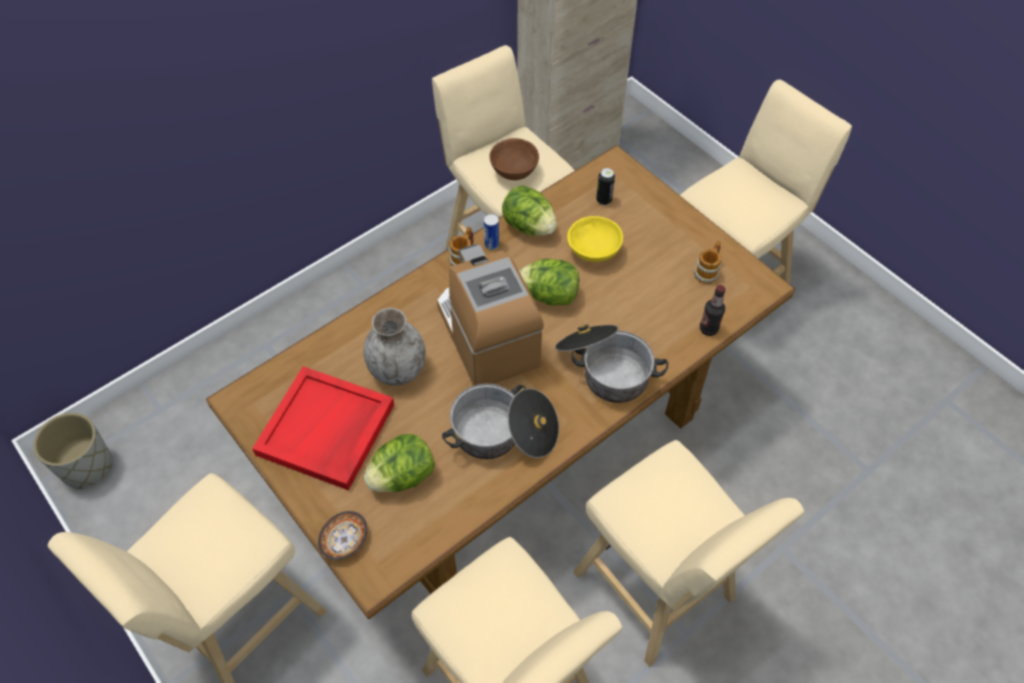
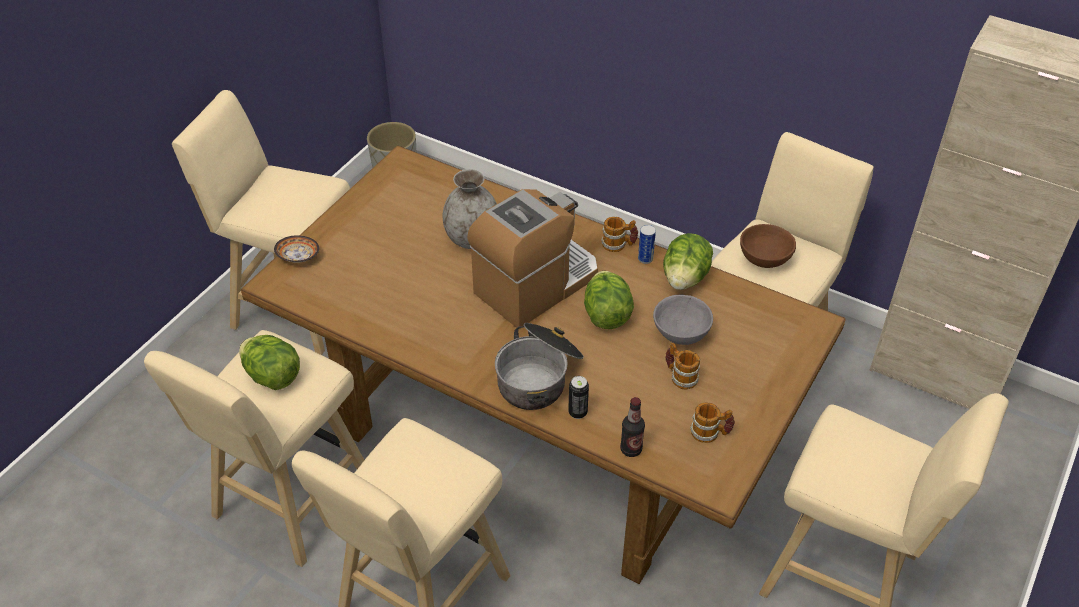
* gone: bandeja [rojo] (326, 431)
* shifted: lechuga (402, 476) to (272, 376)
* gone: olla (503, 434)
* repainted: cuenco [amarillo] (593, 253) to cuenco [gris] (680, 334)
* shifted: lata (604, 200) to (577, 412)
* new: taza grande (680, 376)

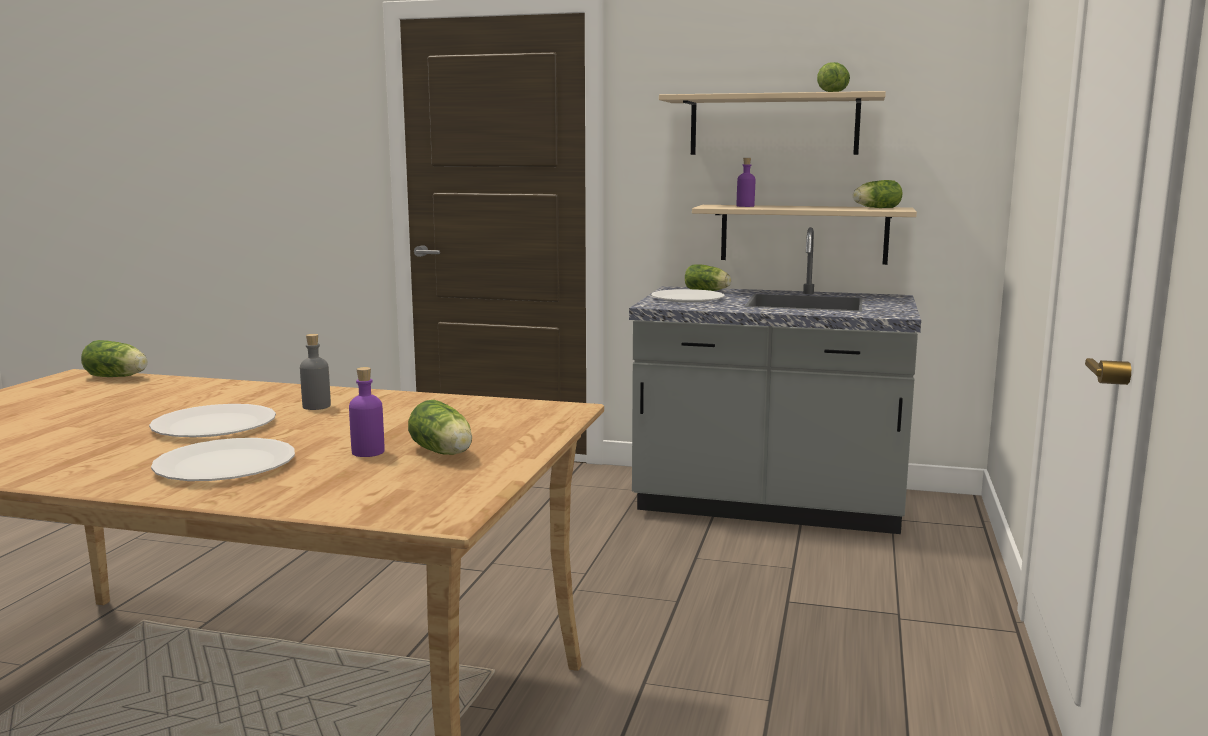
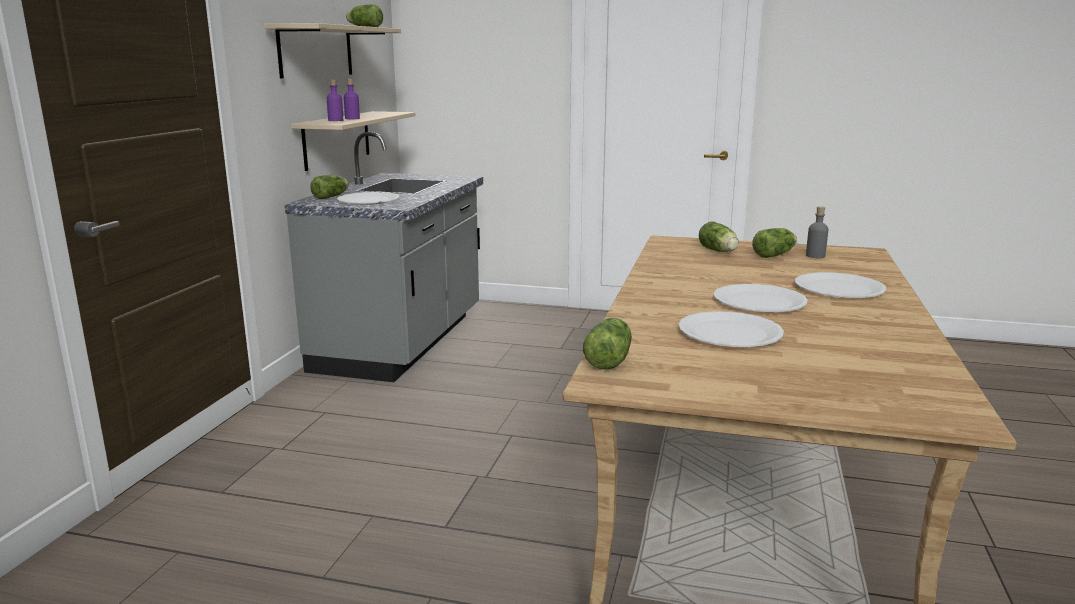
* shifted: botella [gris] (316, 406) to (815, 256)
* shifted: botella [morado] (368, 452) to (352, 118)
* shifted: lechuga (875, 208) to (719, 251)
* new: plato [blanco] (730, 332)

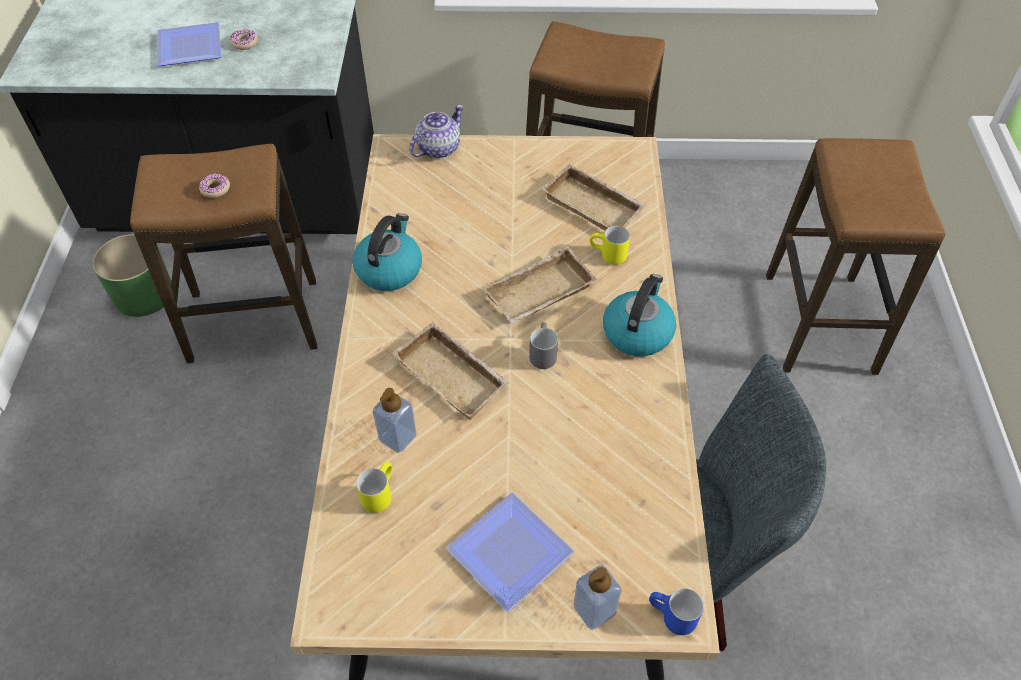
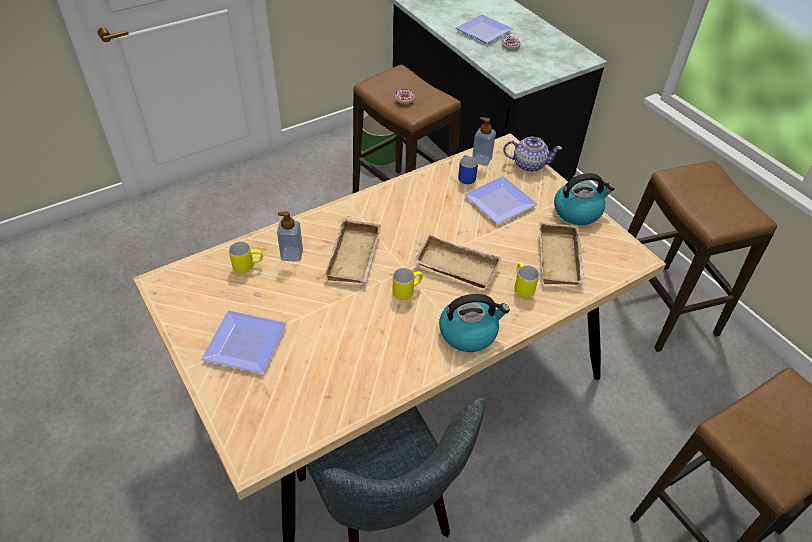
* shifted: hervidor (389, 269) to (578, 211)
* repainted: taza grande [gris] (541, 354) to taza grande [amarillo] (406, 290)
* shifted: dispensador de jabón (594, 610) to (481, 160)
* shifted: taza grande [azul] (671, 619) to (464, 177)
* new: plato (502, 202)

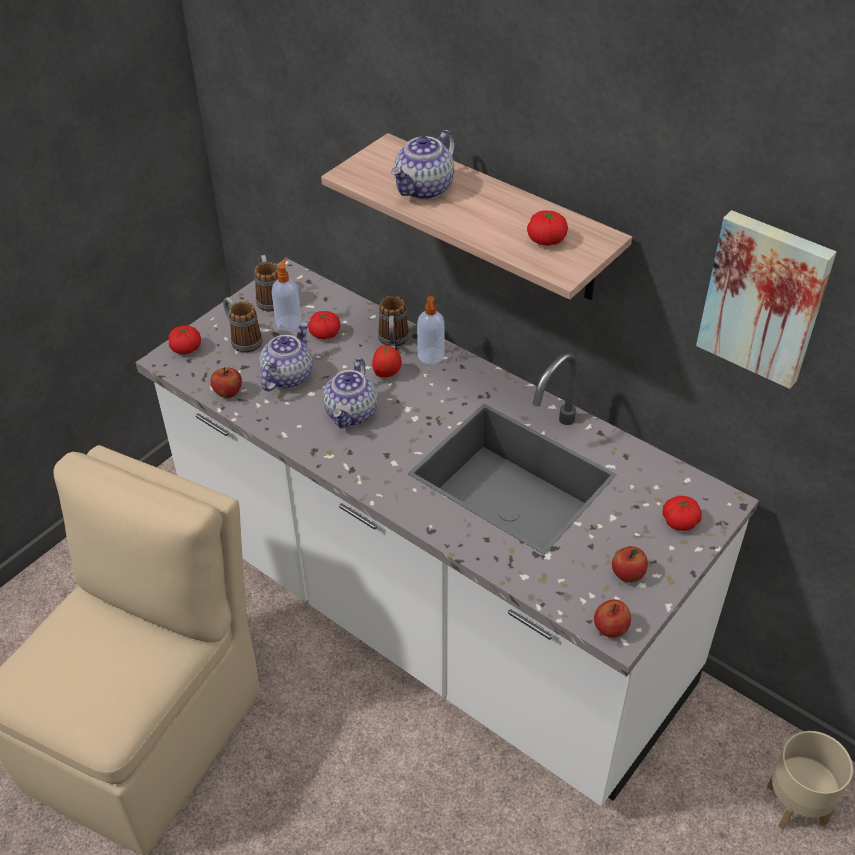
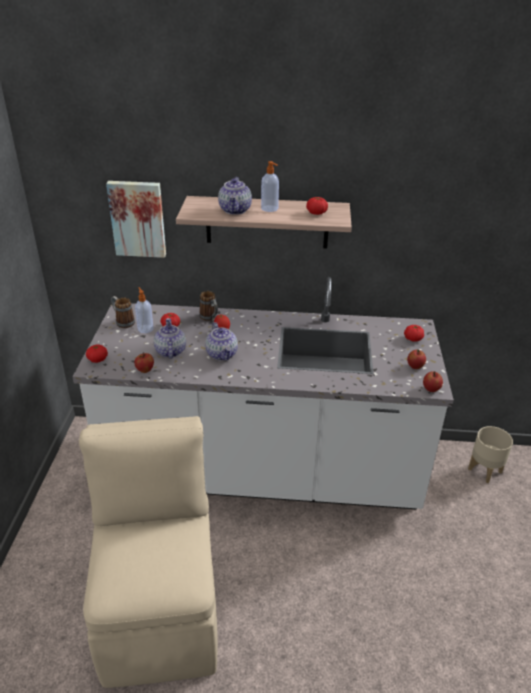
* gone: taza grande (242, 339)
* shifted: dispensador de jabón (431, 357) to (270, 209)
* shifted: cuadro (765, 297) to (138, 218)

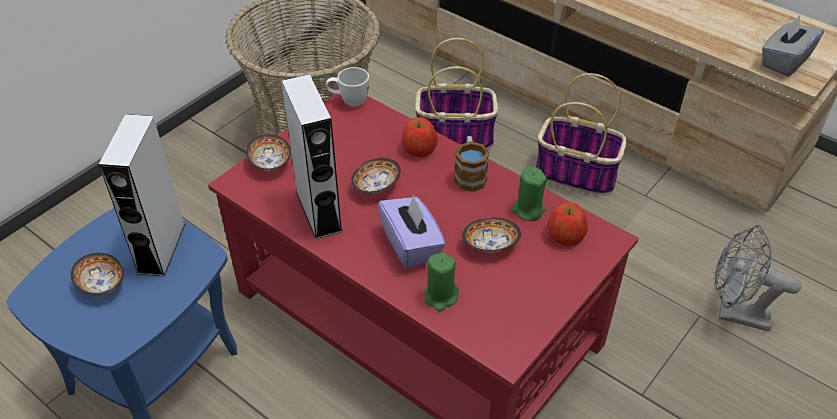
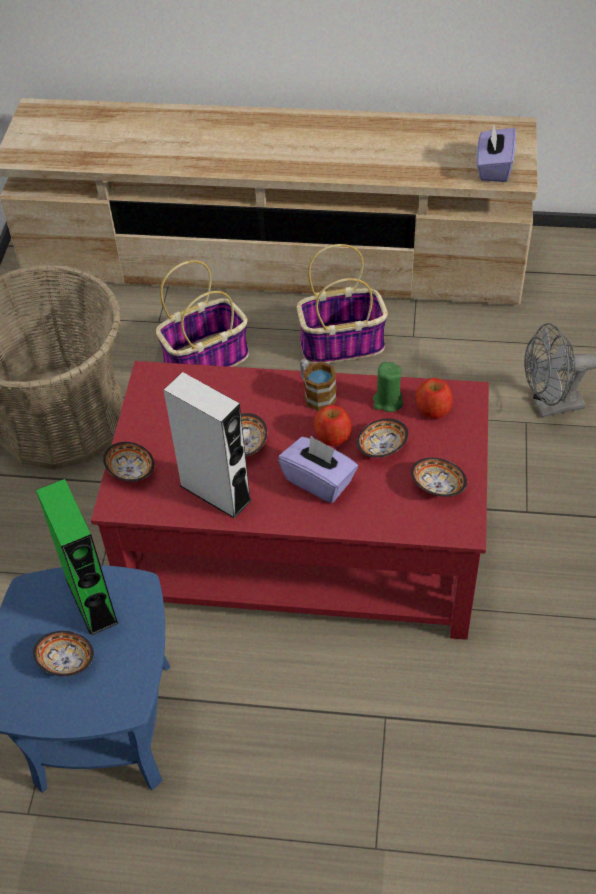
* repainted: altavoz [gris] (161, 248) to altavoz [verde] (91, 601)
* gone: taza grande [blanco] (348, 101)
* shifted: manzana (419, 148) to (333, 435)
* gone: vela [verde] (440, 296)
* repainted: caja de pañuelos [gris] (784, 61) to caja de pañuelos [morado] (493, 168)
* new: cuenco (438, 486)

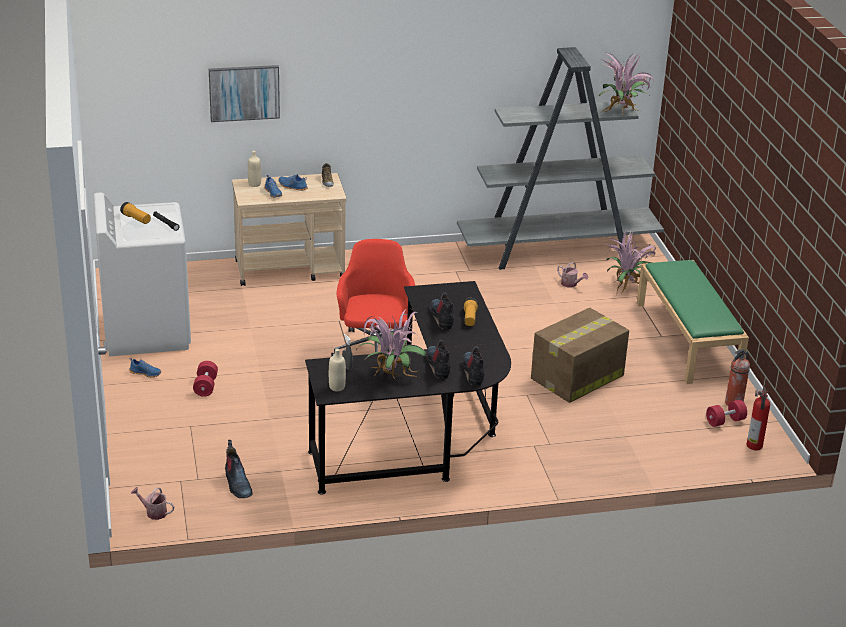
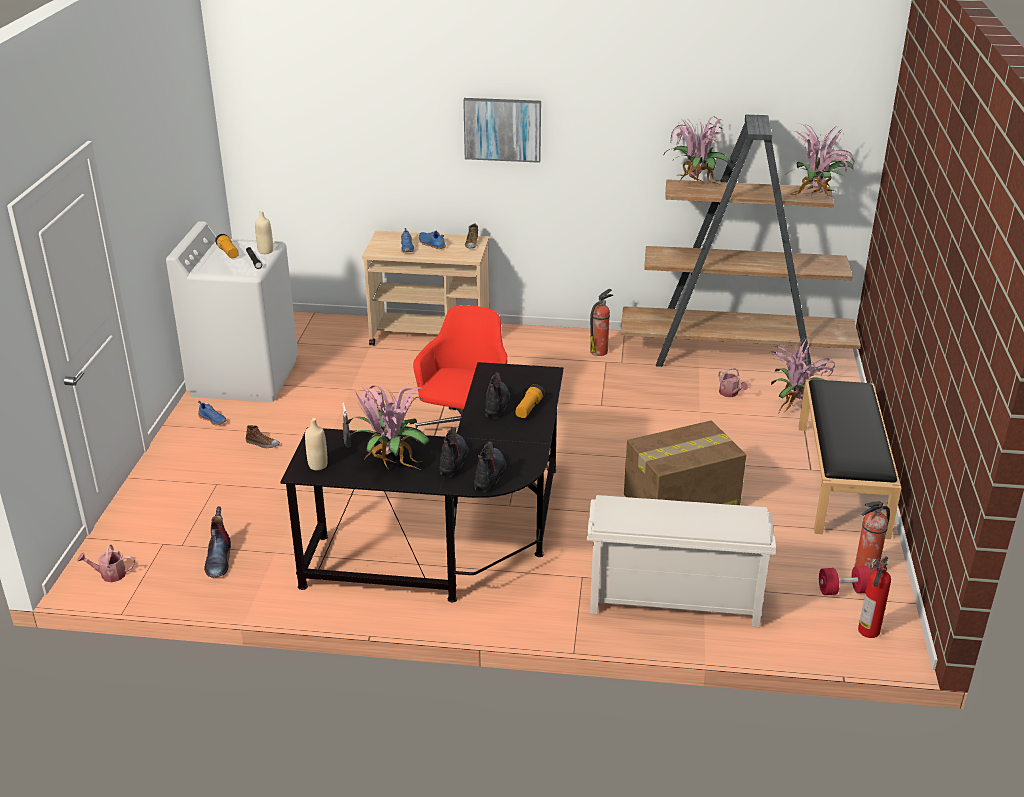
* rotated: regadera (153, 512) = (109, 574) 45 degrees counterclockwise
* swapped: mancuerna [rojo] (205, 386) to zapato (262, 444)
* shifted: cuadro (244, 92) to (502, 129)
* shifted: botella [beis] (254, 184) to (265, 251)
* repainted: estantería [gris] (558, 250) to estantería [marrón] (735, 354)
* repainted: banco [verde] (688, 340) to banco [negro] (842, 479)
* new: zapatero [blanco] (672, 602)
* new: extintor (599, 351)
* new: planta en maceta (693, 183)

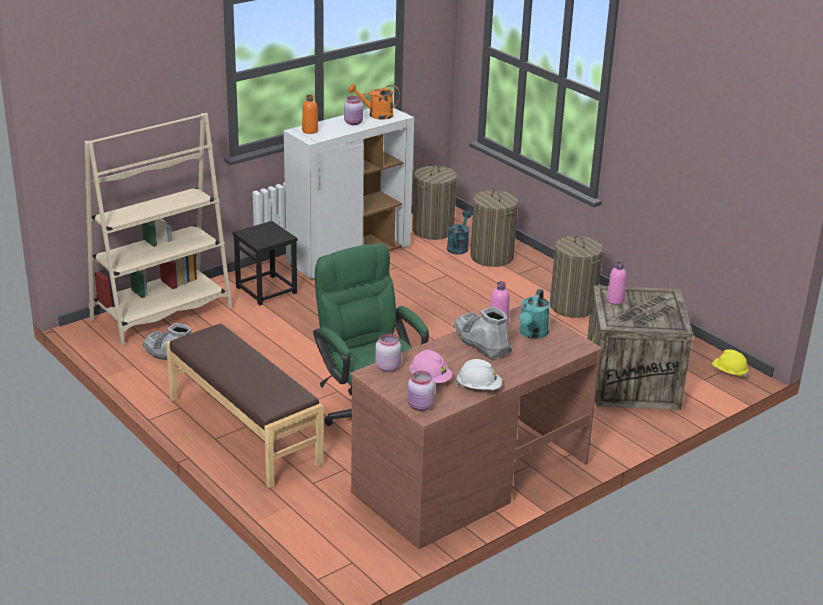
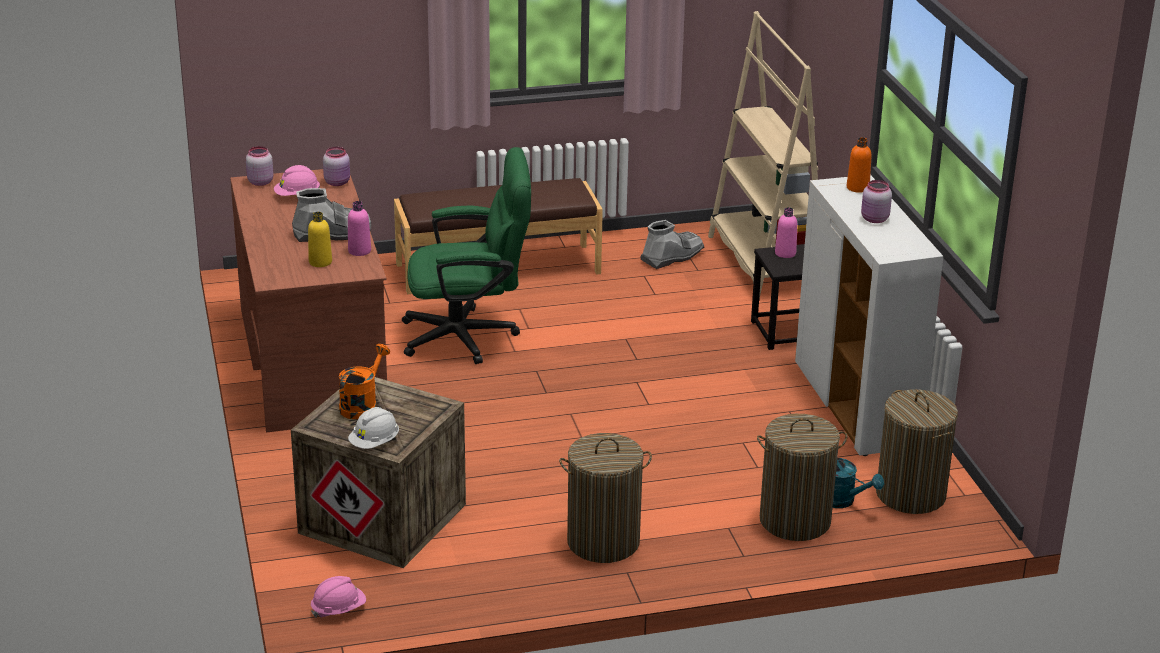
* shifted: regadera [naranja] (376, 115) to (362, 405)
* shifted: casco [blanco] (478, 387) to (374, 443)
* swapped: regadera [turquesa] (532, 334) to botella [amarillo] (320, 262)
* shifted: botella [rosa] (615, 300) to (785, 253)
* repainted: casco [amarillo] (729, 372) to casco [rosa] (338, 609)

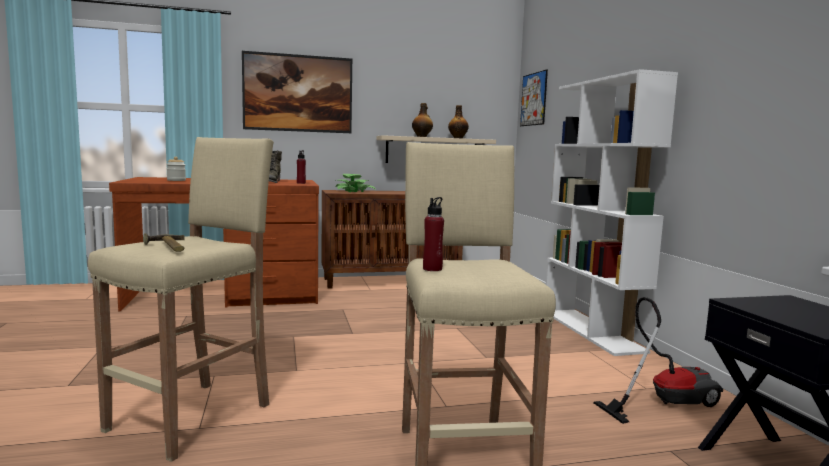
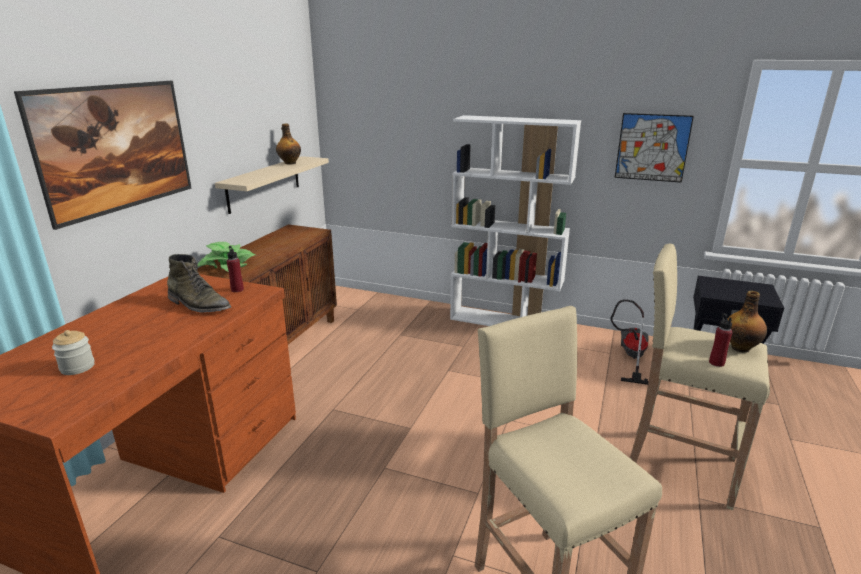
* gone: martillo (168, 248)
* shifted: botella (422, 137) to (740, 347)
* shifted: cuadro (533, 99) to (652, 147)

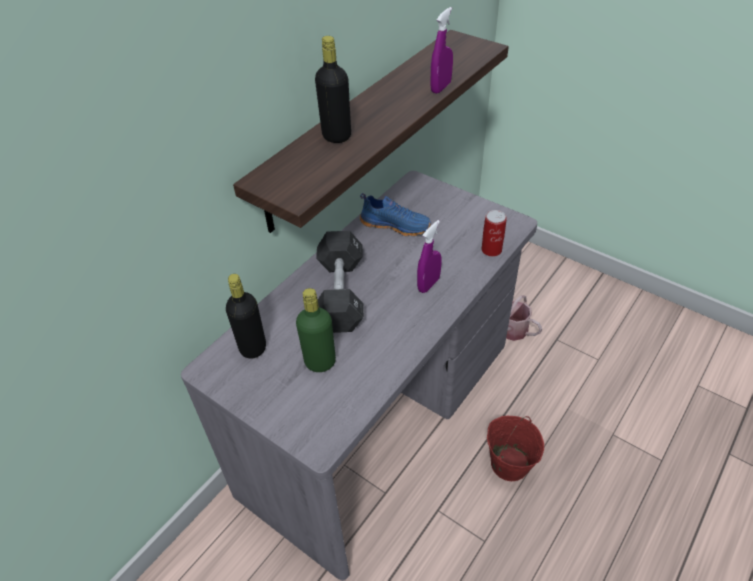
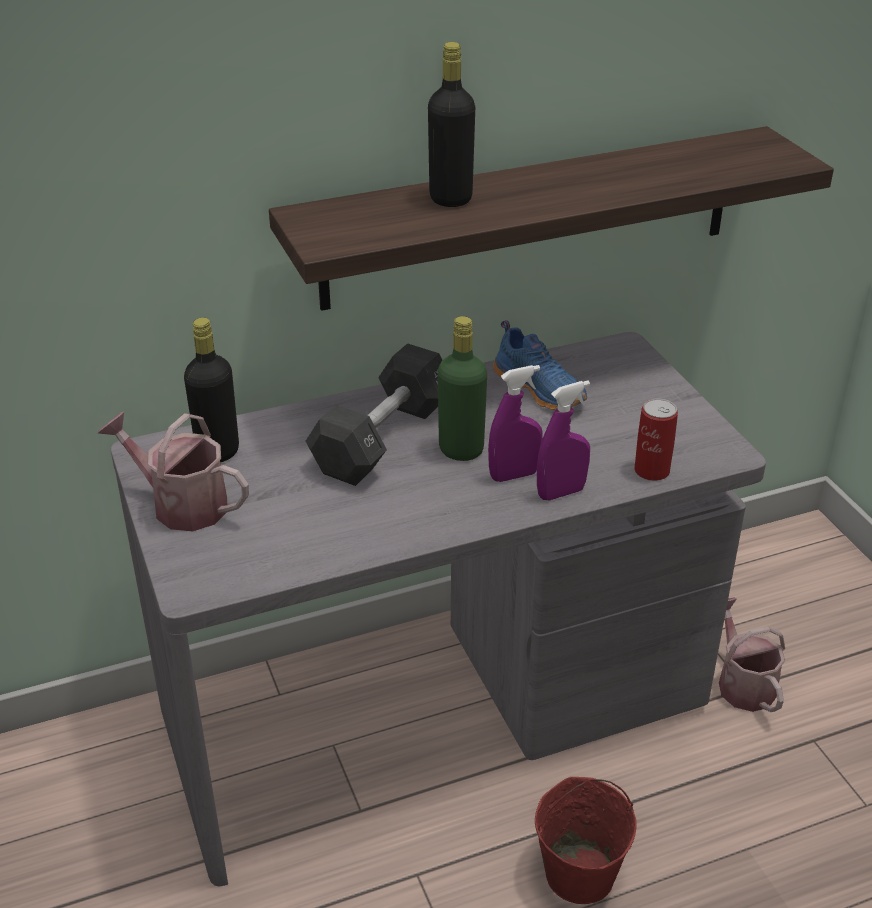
* shifted: botella [verde] (320, 362) to (461, 450)
* shifted: pulverizador [morado] (440, 87) to (561, 493)
* new: regadera (181, 504)

